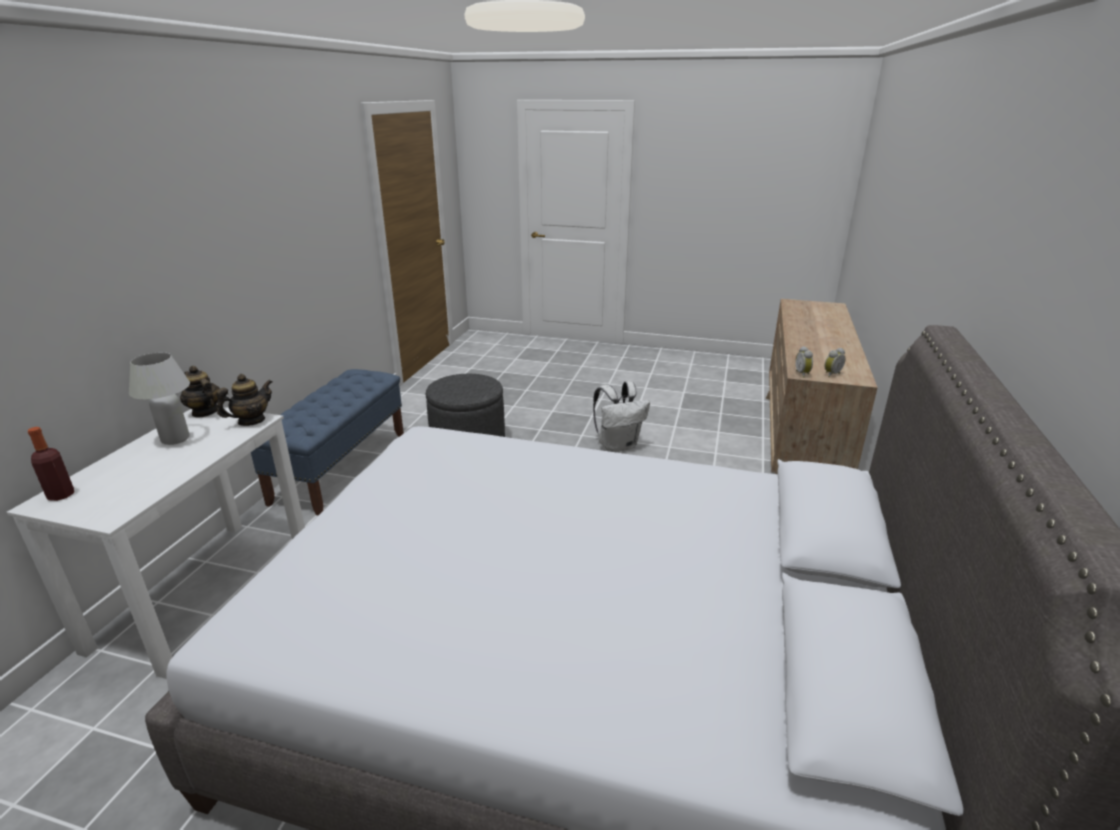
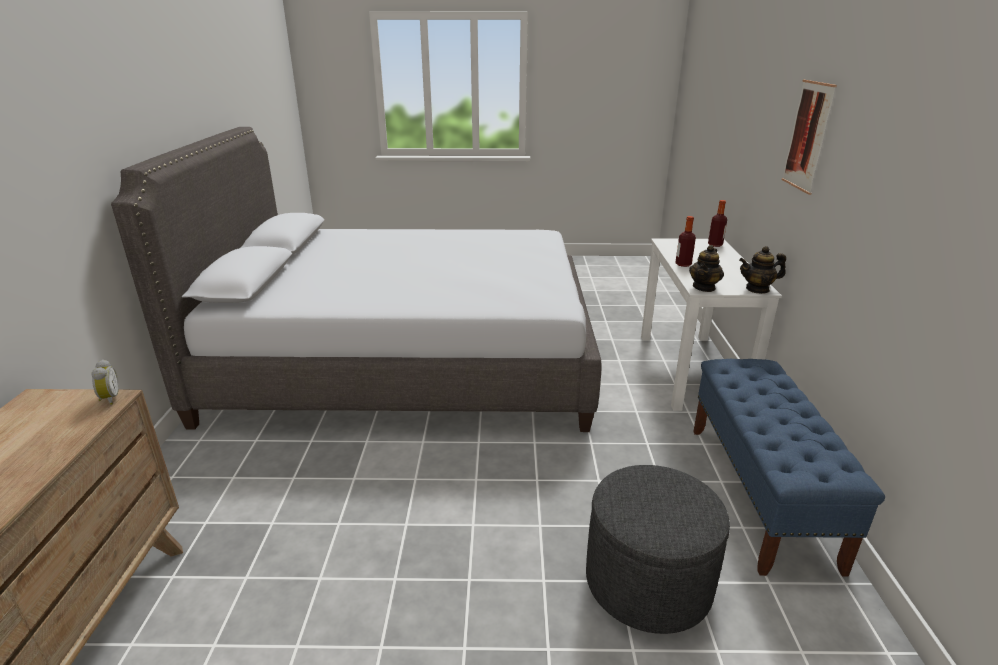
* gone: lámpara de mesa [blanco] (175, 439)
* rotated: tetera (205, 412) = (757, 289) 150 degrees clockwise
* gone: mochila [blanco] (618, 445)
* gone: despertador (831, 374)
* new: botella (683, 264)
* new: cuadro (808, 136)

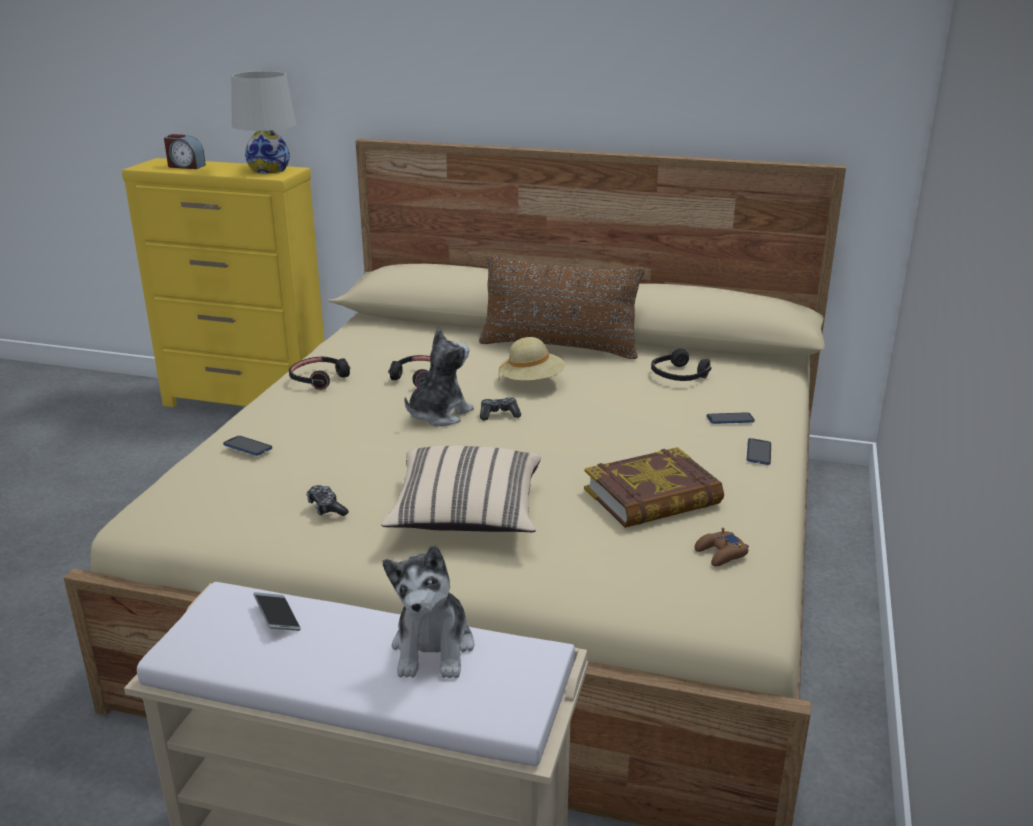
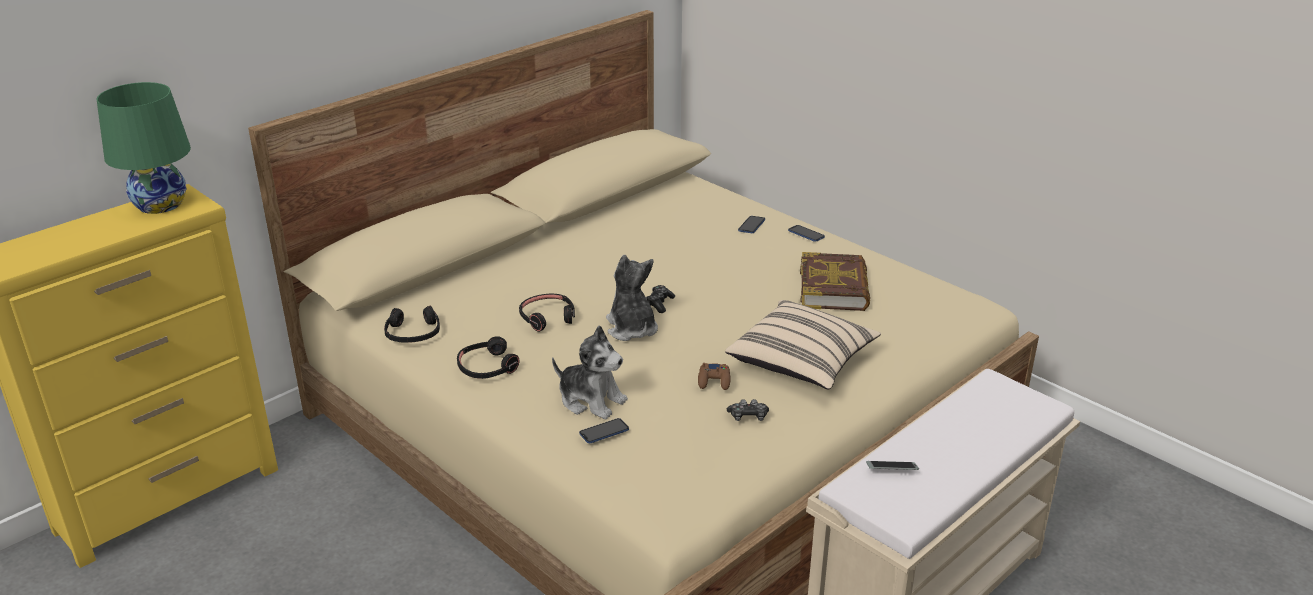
* gone: despertador (186, 166)
* repainted: lámpara de mesa [blanco] (269, 169) to lámpara de mesa [verde] (160, 204)
* shifted: peluche (433, 648) to (591, 400)
* gone: cojín [marrón] (559, 347)
* gone: sombrero [beis] (532, 382)
* shifted: auriculares [negro] (679, 375) to (413, 333)
* shifted: mando de consola [marrón] (721, 554) to (714, 380)

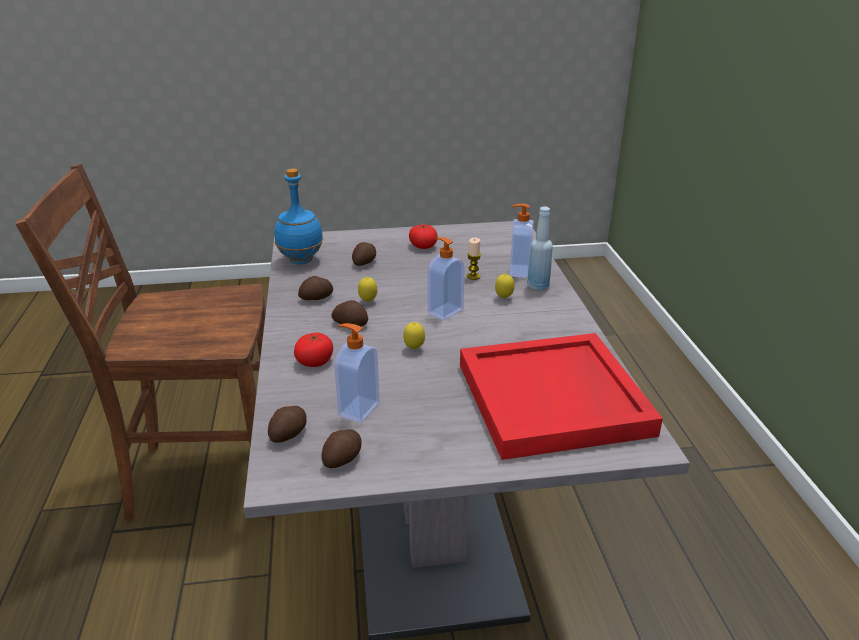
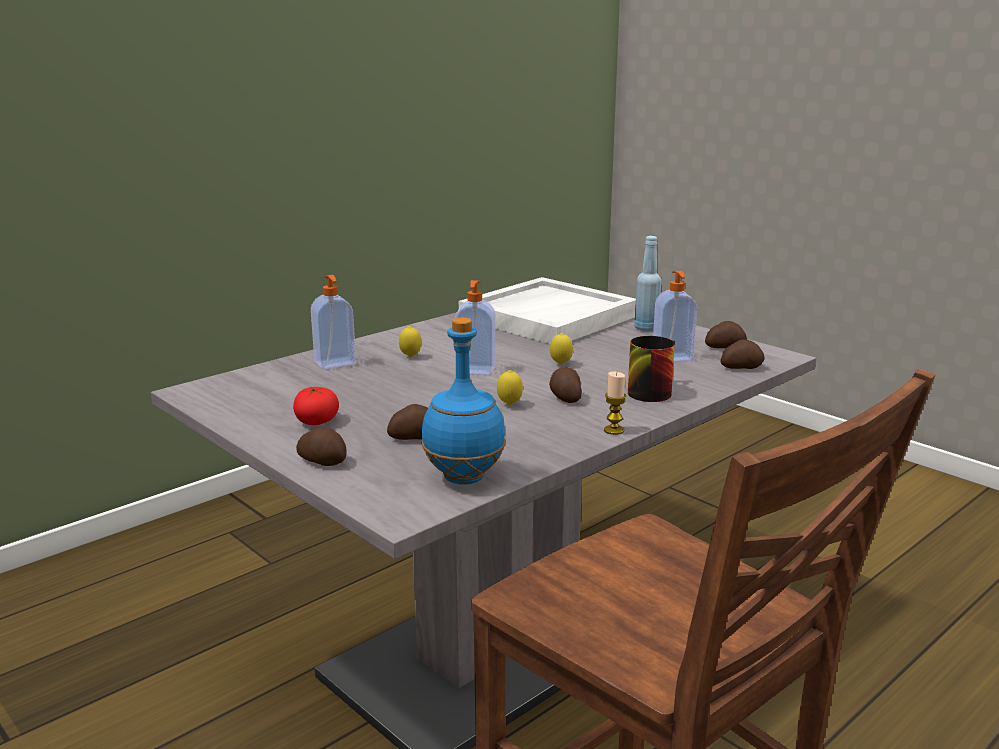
* swapped: tomate (315, 361) to taza grande (649, 390)
* shifted: patata (317, 298) to (323, 461)
* repainted: bandeja [rojo] (554, 399) to bandeja [blanco] (548, 316)
* shifted: vela (473, 276) to (614, 430)
* shifted: botella [azul] (538, 286) to (646, 328)

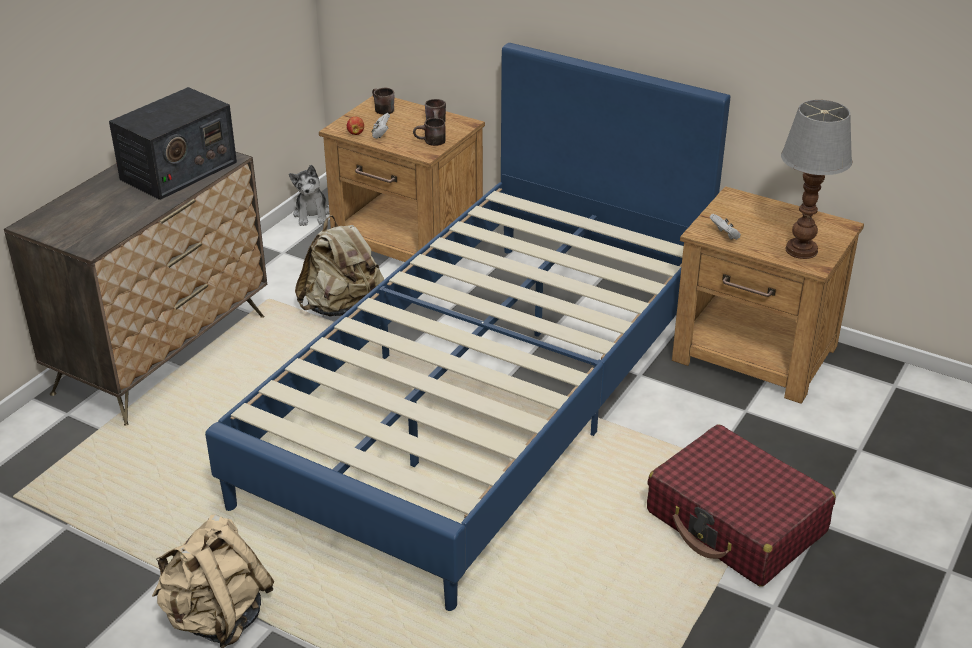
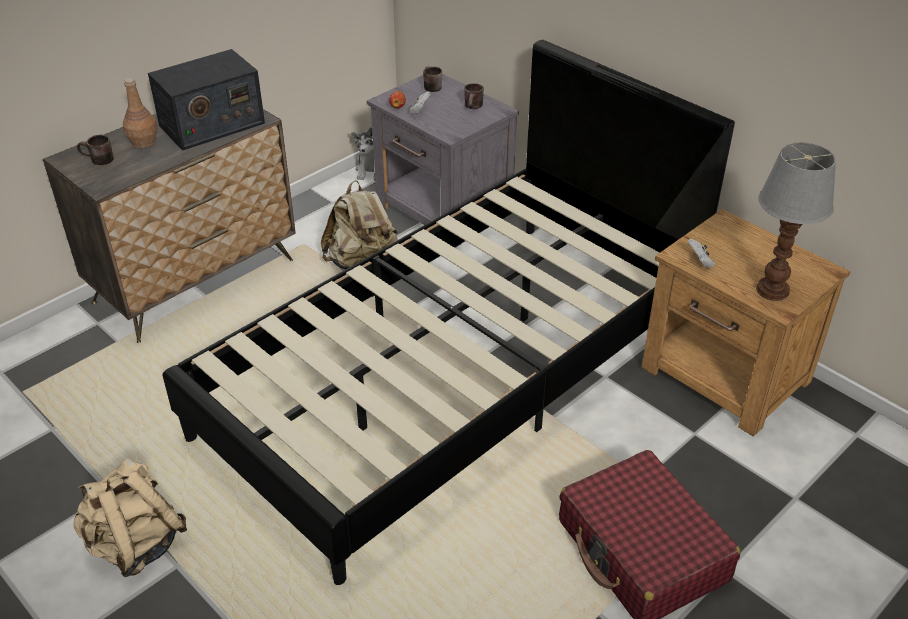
* repainted: cama [azul] (486, 397) to cama [negro] (454, 373)
* repainted: mesita de noche [marrón] (408, 243) to mesita de noche [gris] (444, 210)
* shifted: taza grande [marrón] (430, 143) to (97, 161)
* new: botella [marrón] (144, 142)

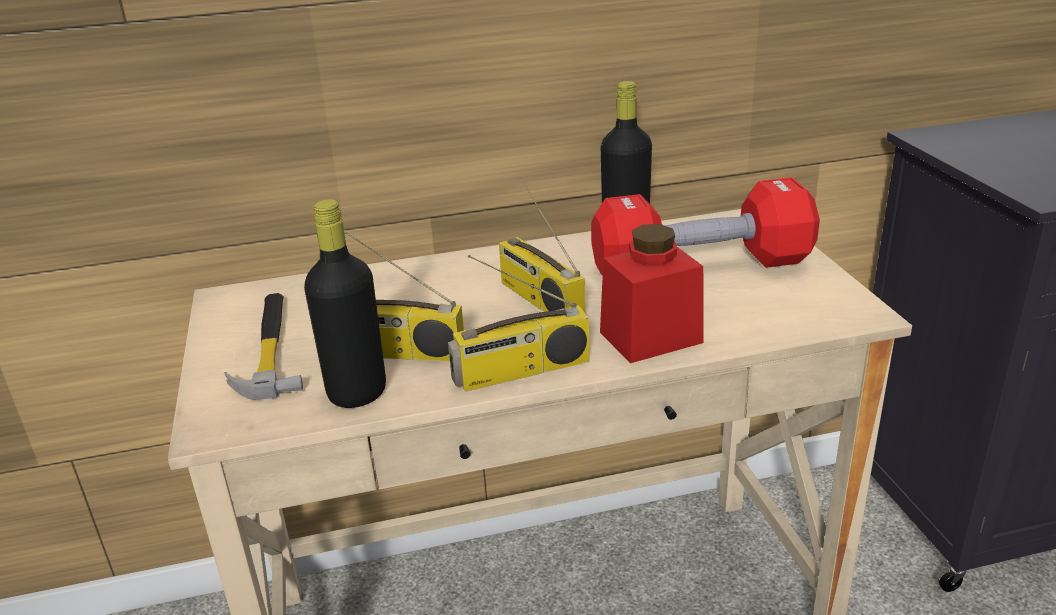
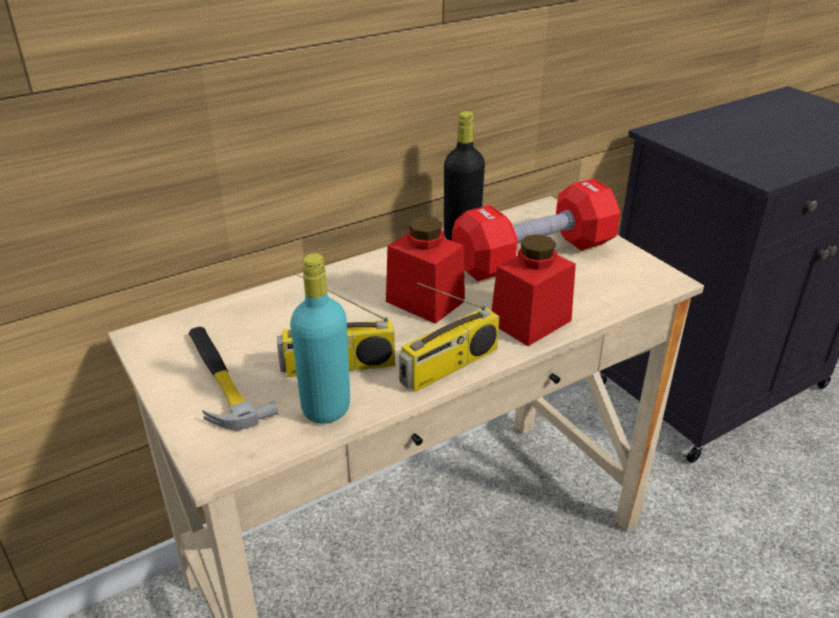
* repainted: botella [negro] (357, 393) to botella [turquesa] (326, 408)
* swapped: radio (538, 300) to tarro [rojo] (425, 301)

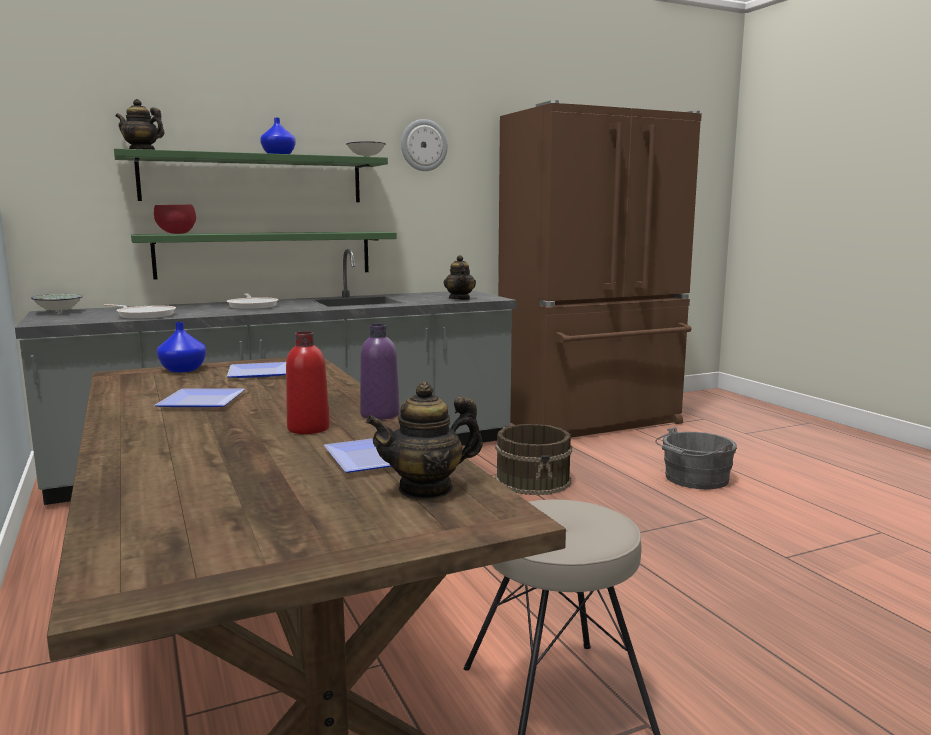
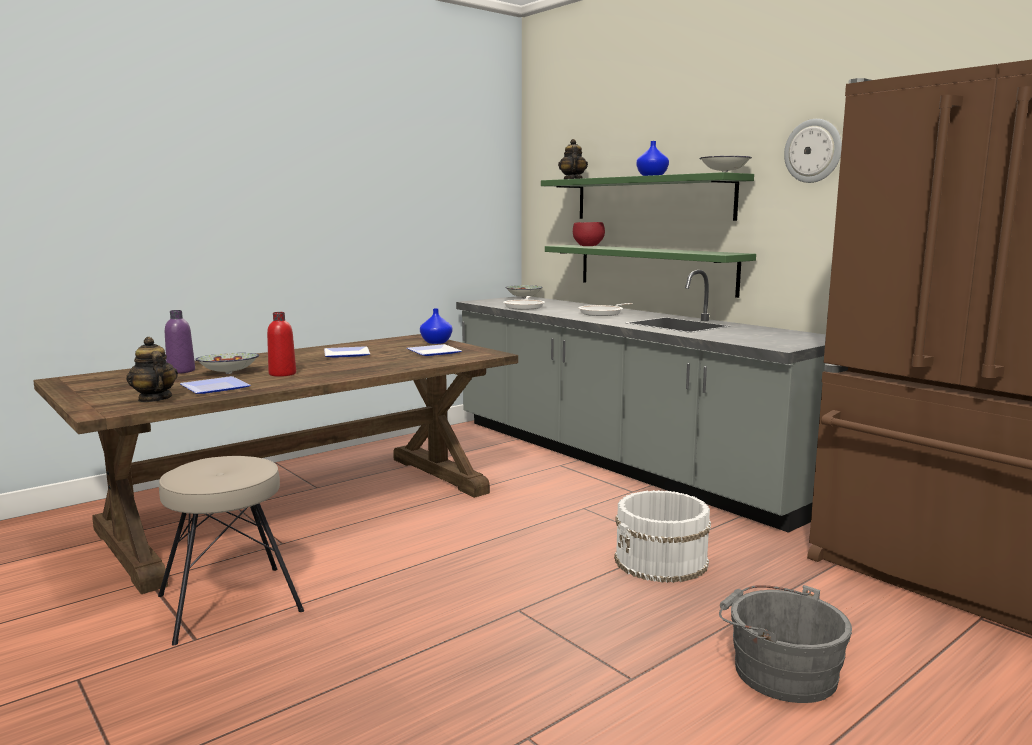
* shifted: botella [morado] (380, 415) to (181, 371)
* gone: tetera (460, 299)
* repainted: cubo [marrón] (533, 480) to cubo [blanco] (661, 561)
* new: cuenco (229, 373)

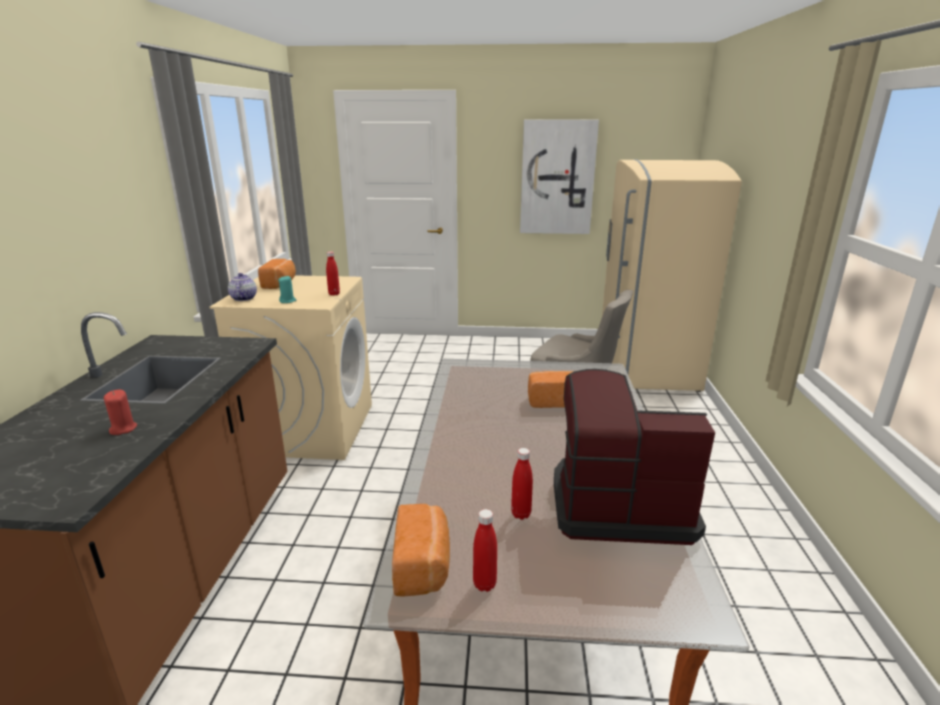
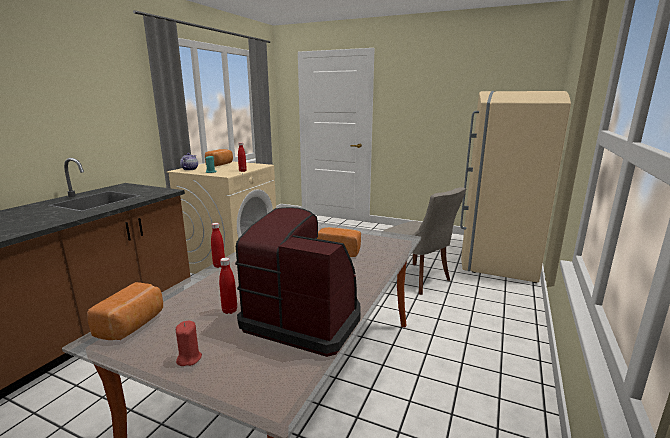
* shifted: vela [rojo] (123, 429) to (189, 358)
* shifted: botella [rojo] (484, 584) to (219, 265)
* gone: cuadro (557, 178)

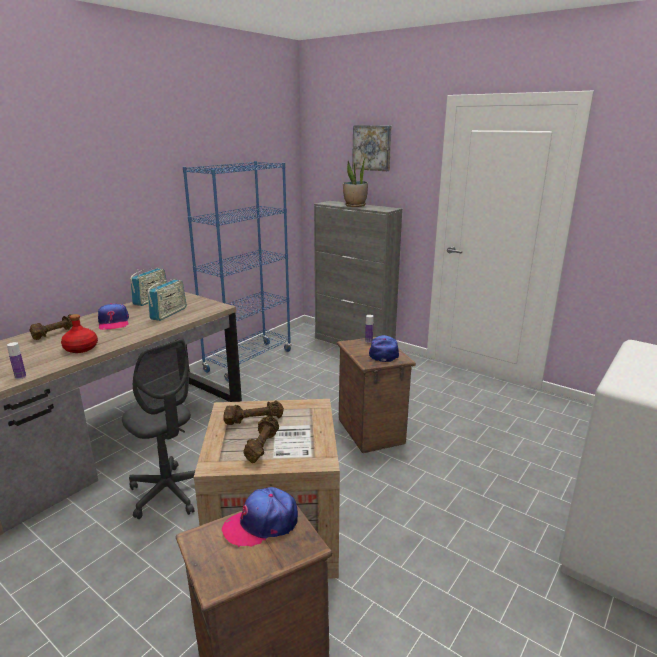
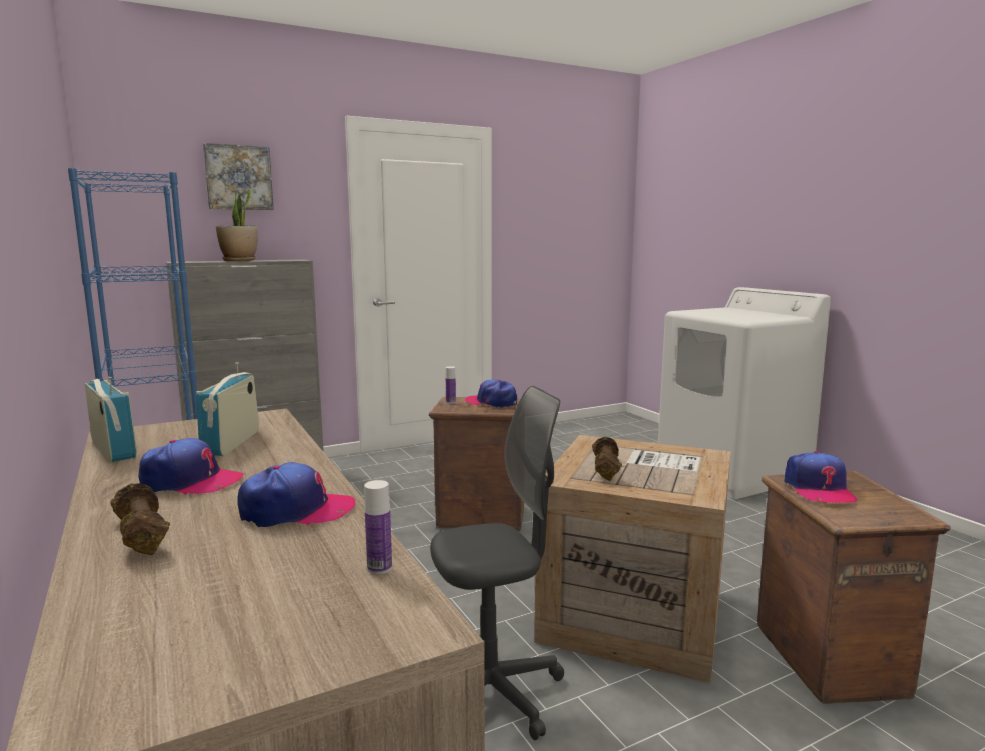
* swapped: botella [rojo] (81, 348) to gorra (296, 511)
* rotated: radio (169, 313) = (231, 443) 135 degrees counterclockwise
* gone: mancuerna [marrón] (261, 446)

